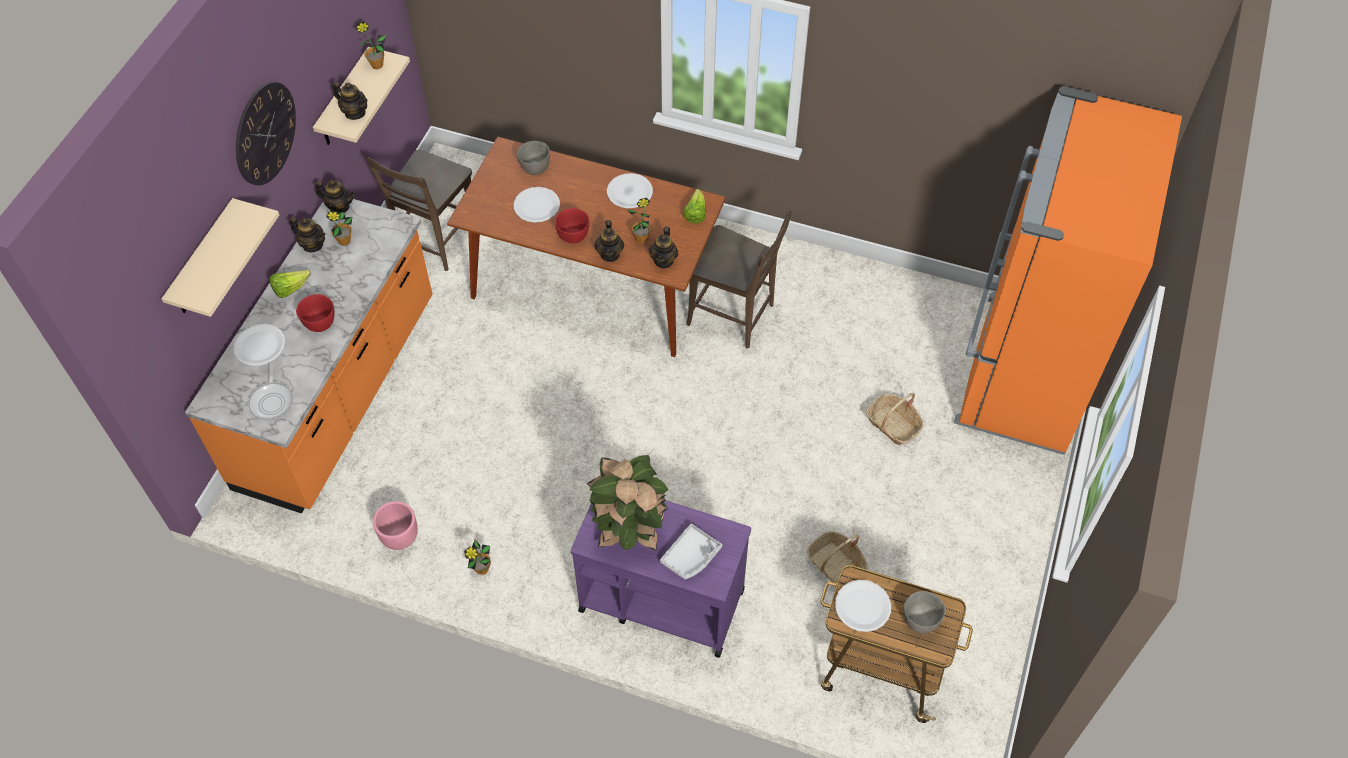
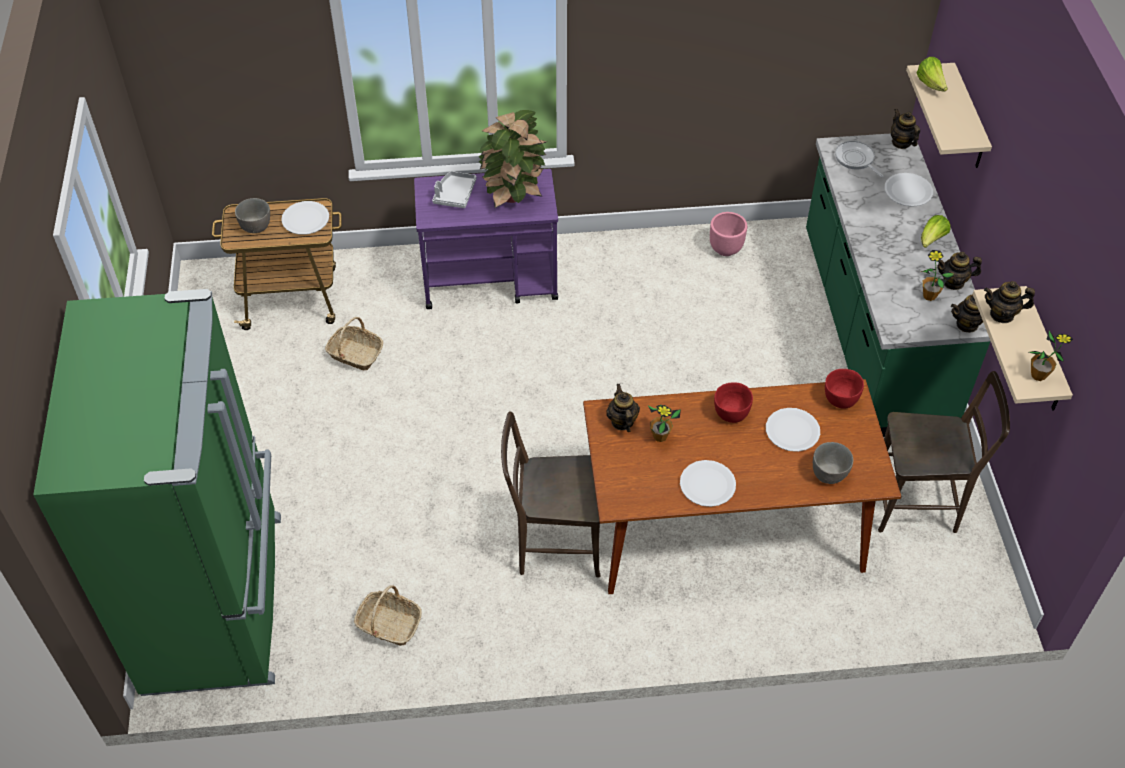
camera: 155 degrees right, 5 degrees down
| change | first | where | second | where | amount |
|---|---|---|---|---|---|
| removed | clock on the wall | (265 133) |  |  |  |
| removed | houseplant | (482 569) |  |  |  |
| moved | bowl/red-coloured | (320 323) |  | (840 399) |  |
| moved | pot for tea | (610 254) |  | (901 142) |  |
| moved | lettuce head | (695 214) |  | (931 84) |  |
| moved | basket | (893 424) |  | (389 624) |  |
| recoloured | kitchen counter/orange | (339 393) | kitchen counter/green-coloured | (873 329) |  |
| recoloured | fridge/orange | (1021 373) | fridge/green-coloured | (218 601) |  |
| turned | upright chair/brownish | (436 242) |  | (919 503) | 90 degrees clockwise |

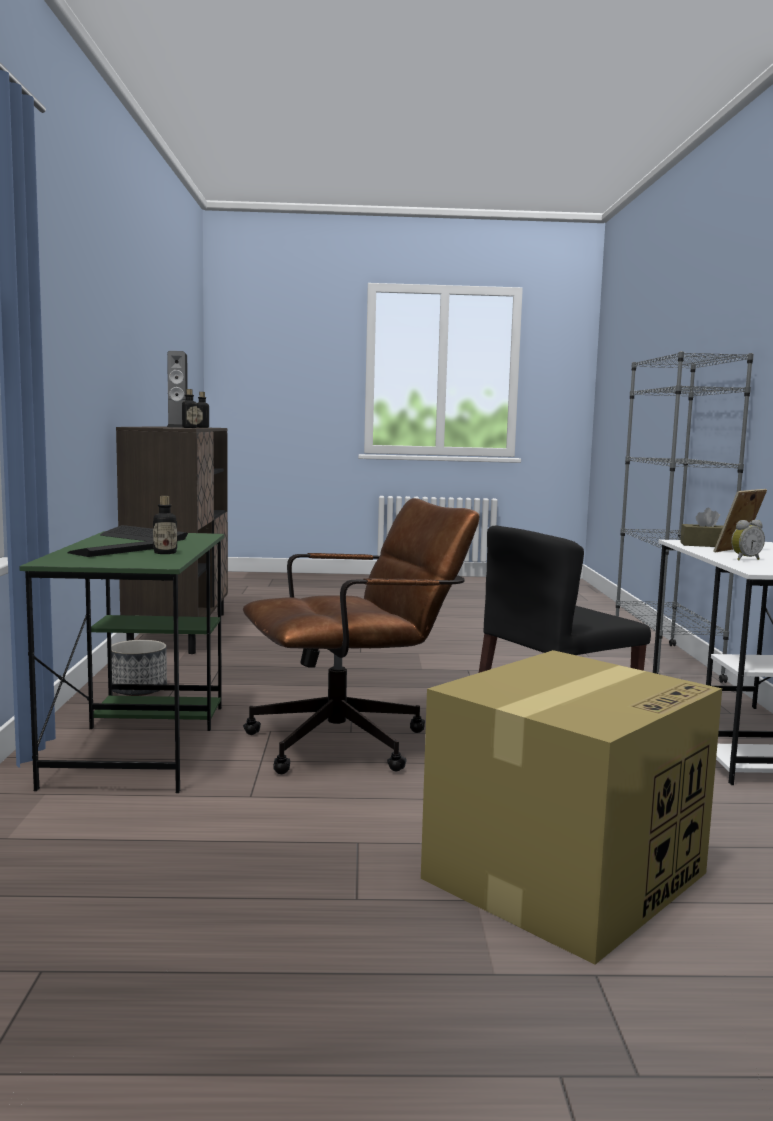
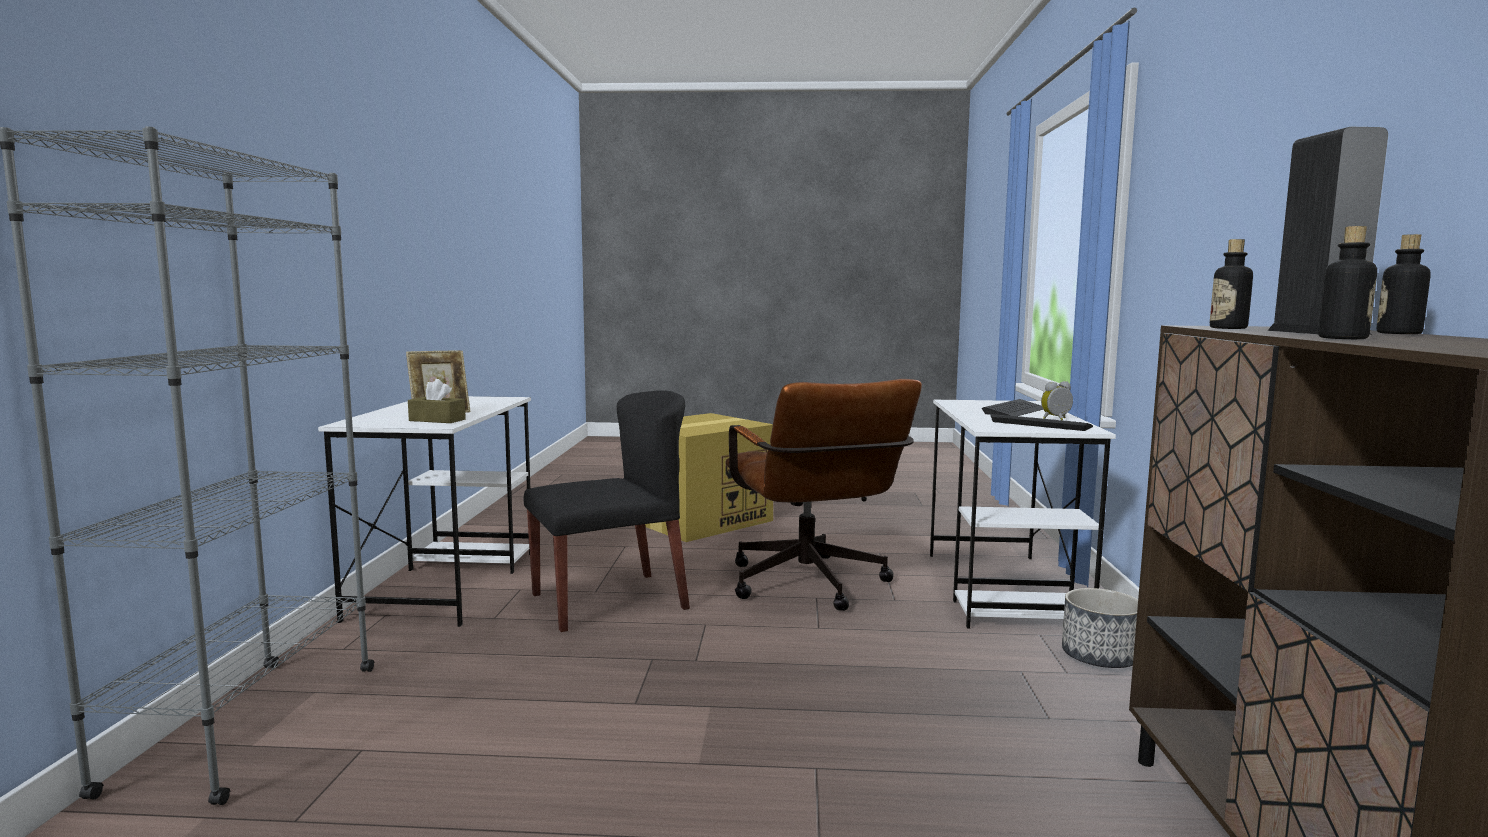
camera: 175 degrees left, 0 degrees up
| change | first | where | second | where | amount |
|---|---|---|---|---|---|
| moved | beverage bottle | (165 553) |  | (1399 333) |  |
| moved | alarm clock | (744 559) |  | (1057 419) |  |
| recoloured | desk table/green-coloured | (140 743) | desk table/white | (1003 589) |  |
| turned | desk chair/brownish | (354 742) |  | (812 588) | 90 degrees counterclockwise |

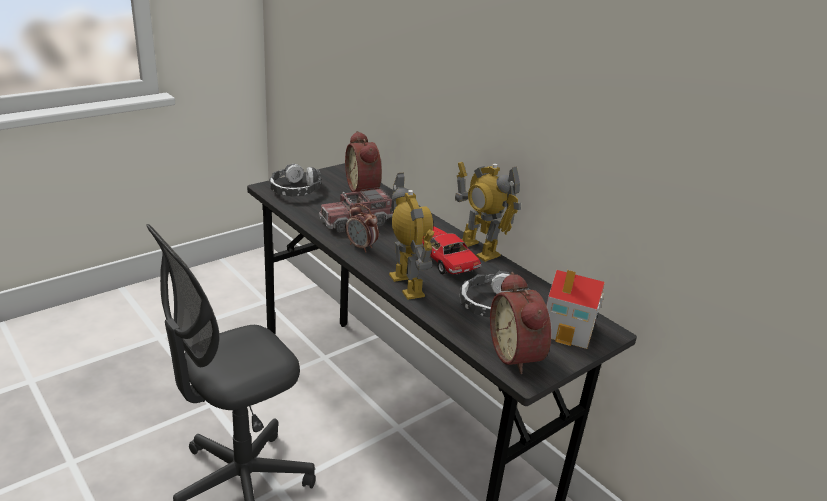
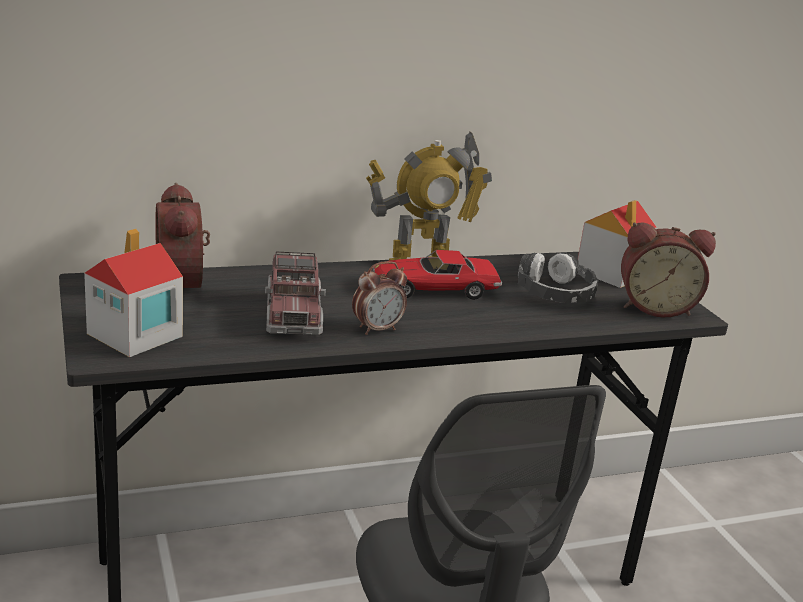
camera: 70 degrees left, 5 degrees down
| change | first | where | second | where | amount |
|---|---|---|---|---|---|
| removed | toy robot | (407 285) |  |  |  |
| replaced | headset | (295 189) | miniature house | (134 335) |  |
| turned | alarm clock | (365 189) |  | (184 284) | 75 degrees clockwise |

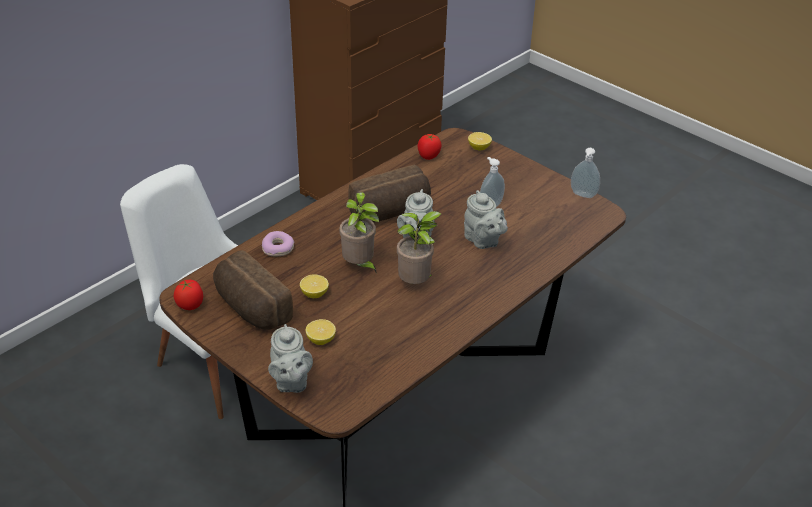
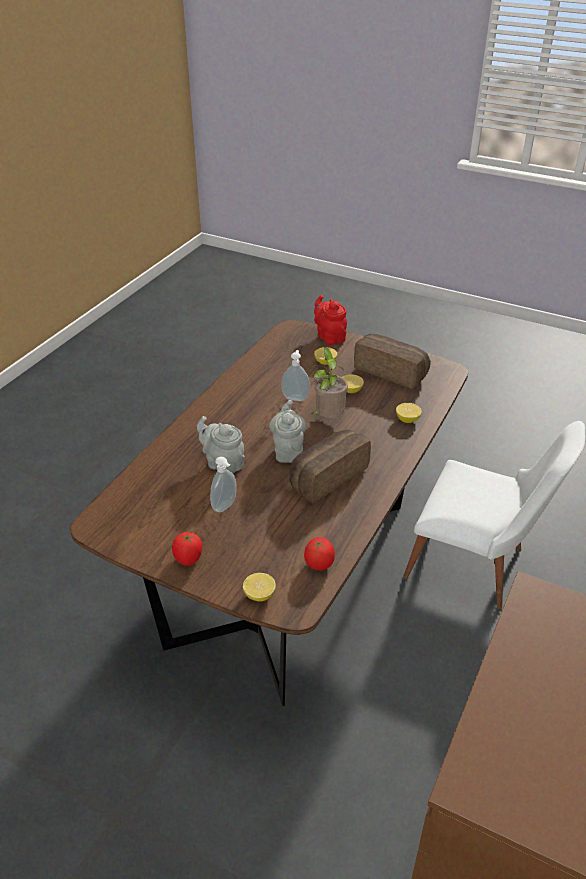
camera: 165 degrees right, 0 degrees up
| change | first | where | second | where | amount |
|---|---|---|---|---|---|
| removed | houseplant | (416 284) |  |  |  |
| moved | fresh tomato | (190 305) |  | (188 559) |  |
| moved | soap bottle | (582 195) |  | (295 397) |  |
| replaced | ring doughnut | (278 248) | whole lemon | (407 419) |  |
| recoloured | pot for tea/greyish | (290 382) | pot for tea/red-coloured | (329 337) |  |

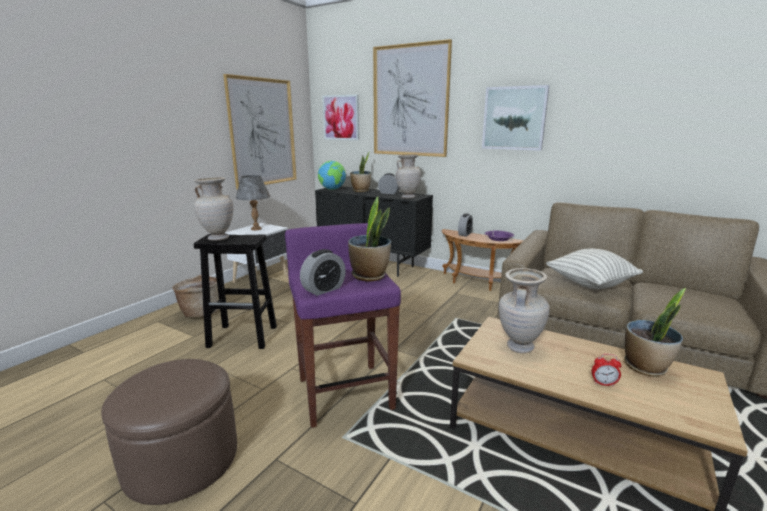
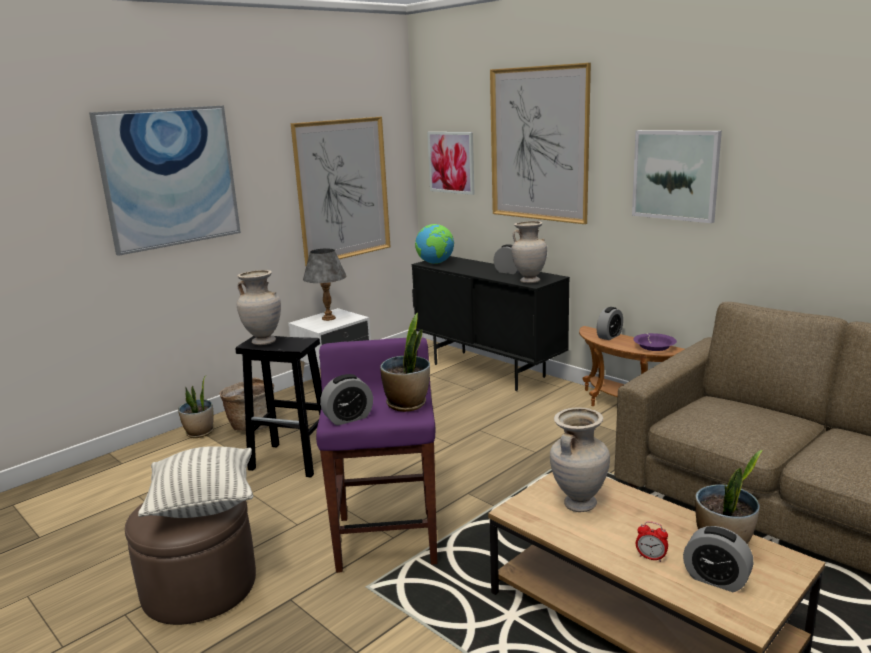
camera: 15 degrees right, 0 degrees up
| change | first | where | second | where | amount |
|---|---|---|---|---|---|
| added |  |  | picture | (170 177) |  |
| added |  |  | alarm clock | (715 579) |  |
| moved | houseplant | (361 191) |  | (200 433) |  |
| moved | throw pillow | (590 284) |  | (204 505) |  |

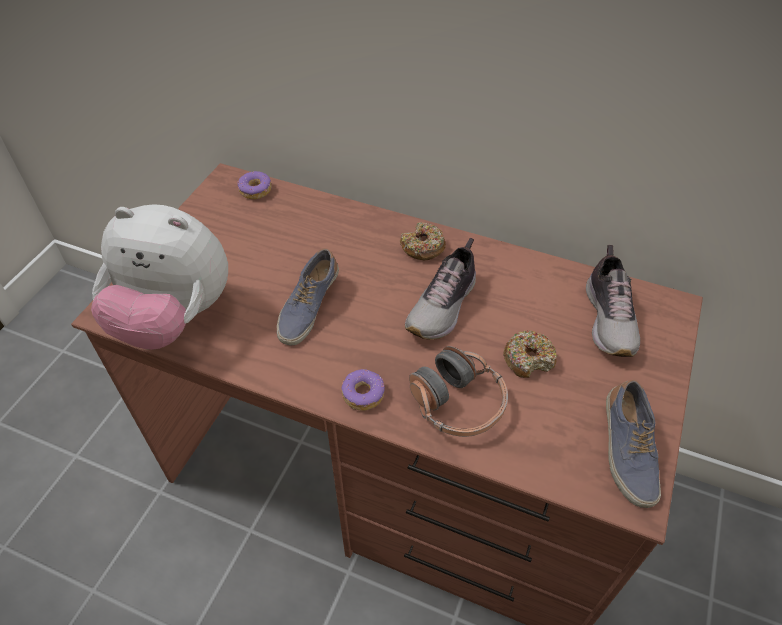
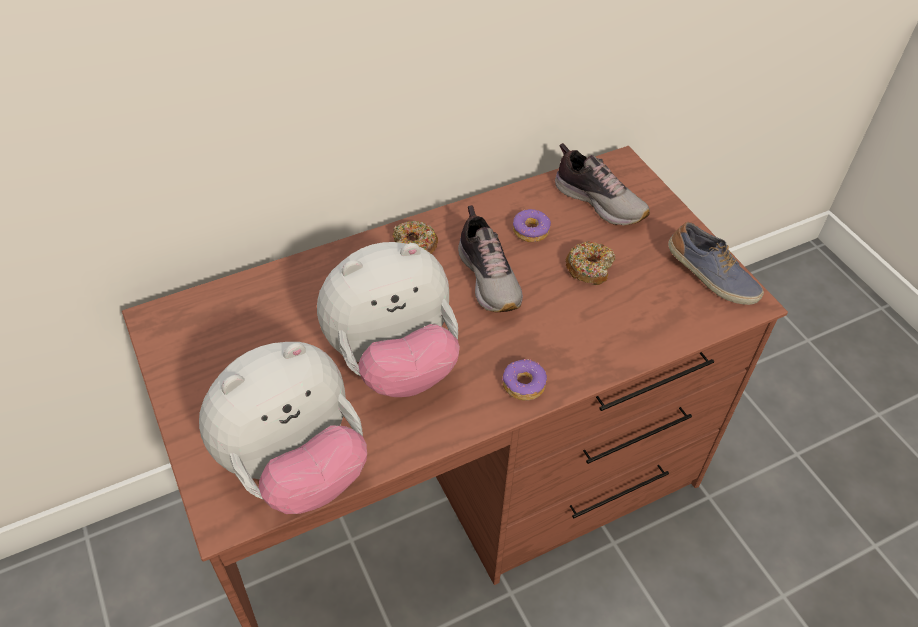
camera: 50 degrees left, 0 degrees up
| change | first | where | second | where | amount |
|---|---|---|---|---|---|
| removed | headset | (457 403) |  |  |  |
| moved | ring doughnut | (255 190) |  | (531 231) |  |
| replaced | item of footwear | (308 307) | cuddly toy | (394 361) |  |

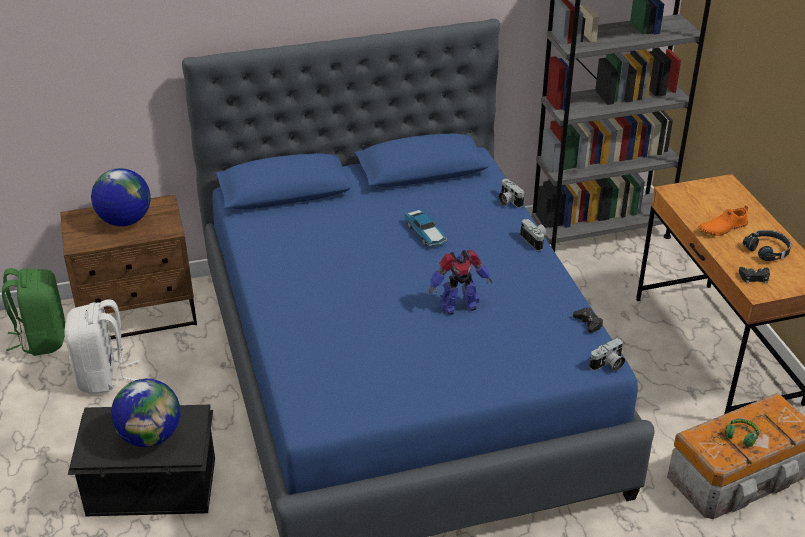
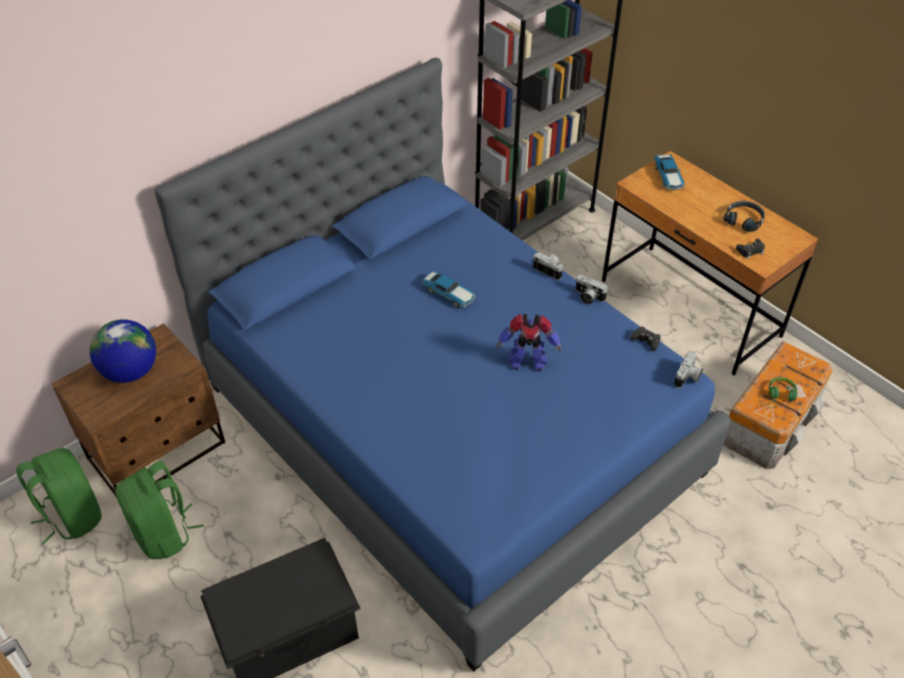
camera: 25 degrees left, 10 degrees up
| change | first | where | second | where | amount |
|---|---|---|---|---|---|
| removed | globe | (150 436) |  |  |  |
| removed | item of footwear/orange | (722 228) |  |  |  |
| added |  |  | model car | (668 177) |  |
| moved | still camera | (508 201) |  | (588 297) |  |
| recoloured | backpack/white | (103 376) | backpack/green-coloured | (164 533) |  |
| turned | toy robot | (458 305) |  | (526 362) | 45 degrees clockwise |

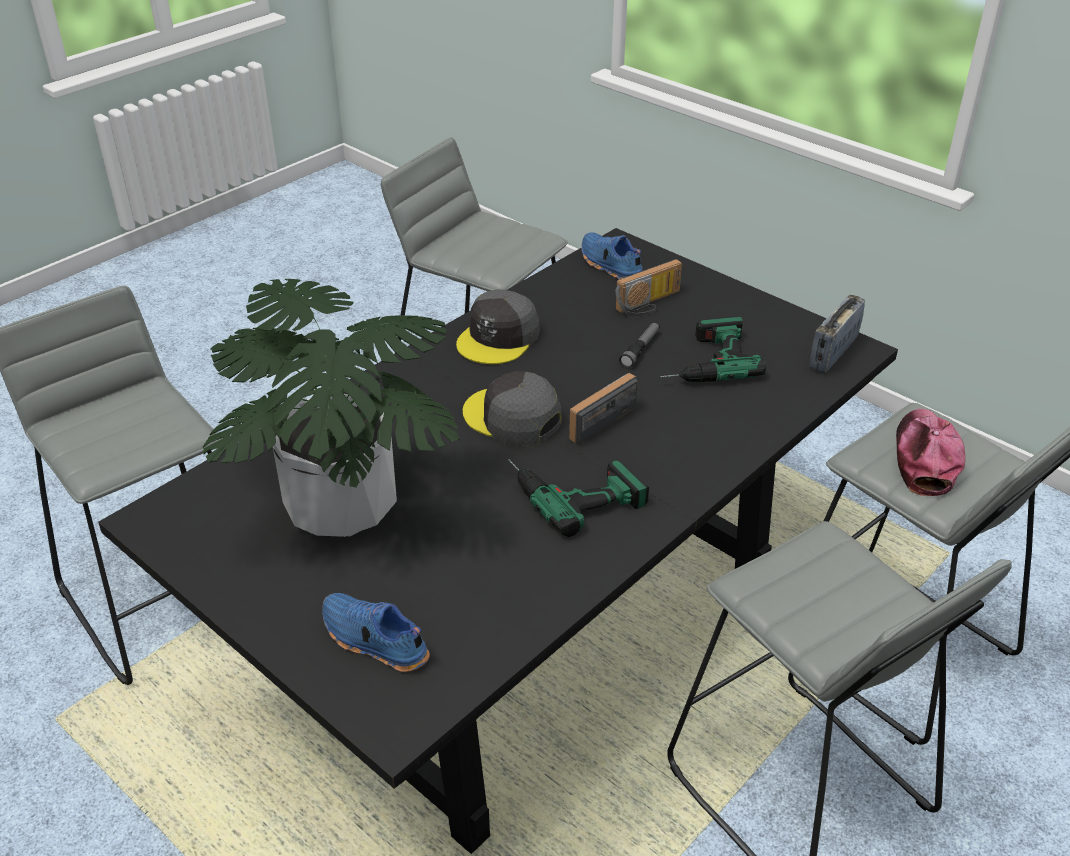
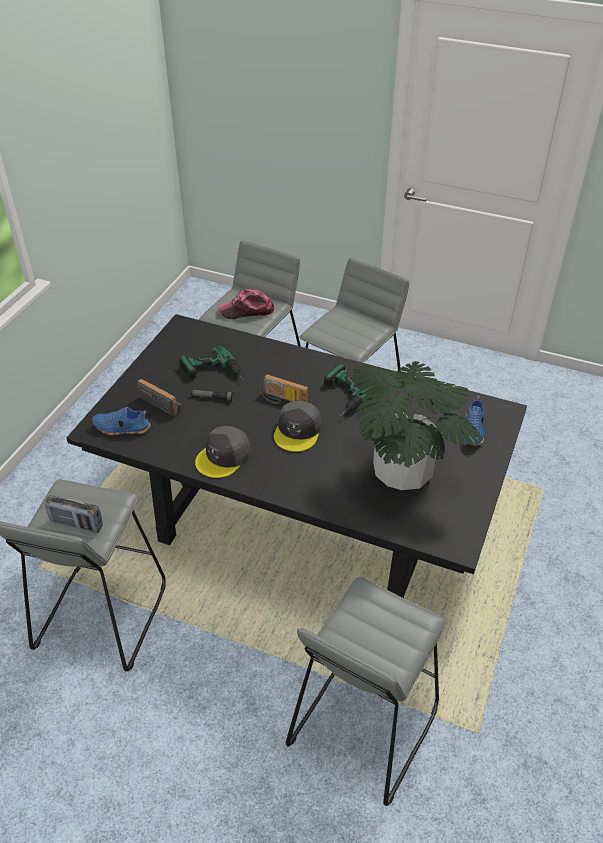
camera: 110 degrees left, 5 degrees up
| change | first | where | second | where | amount |
|---|---|---|---|---|---|
| moved | radio | (833 353) |  | (77 524) |  |
| turned | baseball cap/greyish | (499 338) |  | (224 457) | 120 degrees clockwise |
| turned | item of footwear/bluish | (610 266) |  | (122 428) | 60 degrees clockwise |

